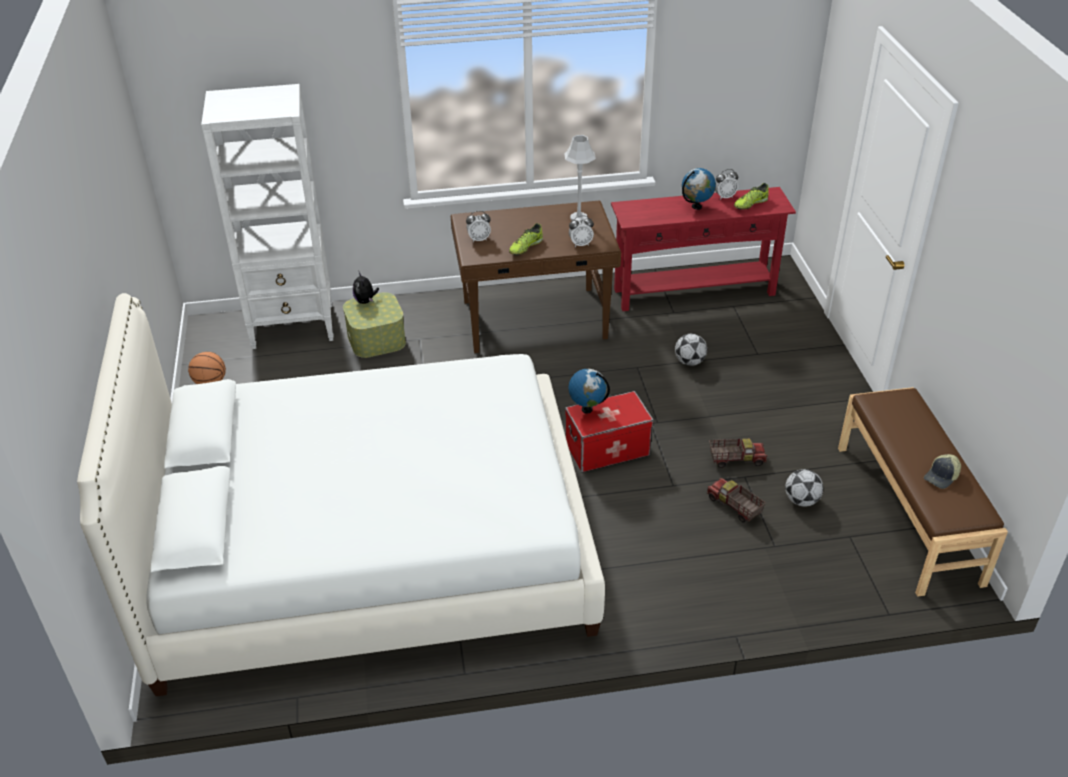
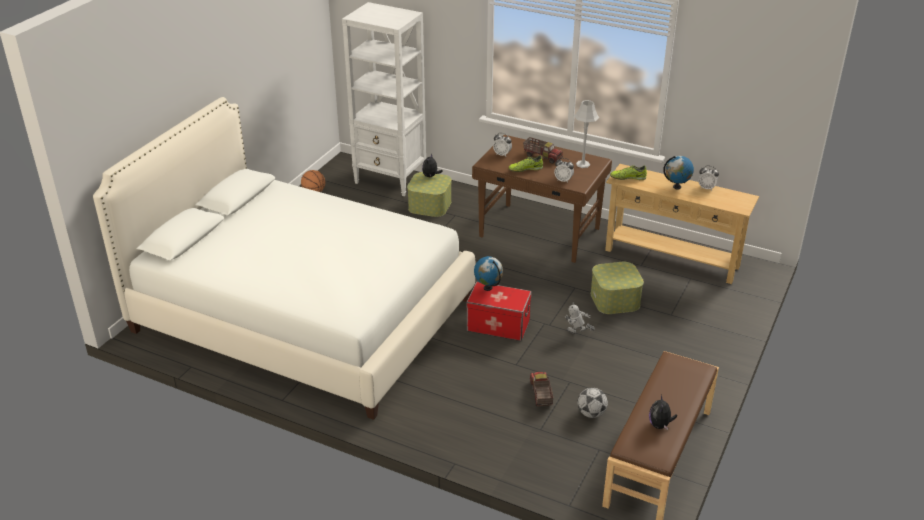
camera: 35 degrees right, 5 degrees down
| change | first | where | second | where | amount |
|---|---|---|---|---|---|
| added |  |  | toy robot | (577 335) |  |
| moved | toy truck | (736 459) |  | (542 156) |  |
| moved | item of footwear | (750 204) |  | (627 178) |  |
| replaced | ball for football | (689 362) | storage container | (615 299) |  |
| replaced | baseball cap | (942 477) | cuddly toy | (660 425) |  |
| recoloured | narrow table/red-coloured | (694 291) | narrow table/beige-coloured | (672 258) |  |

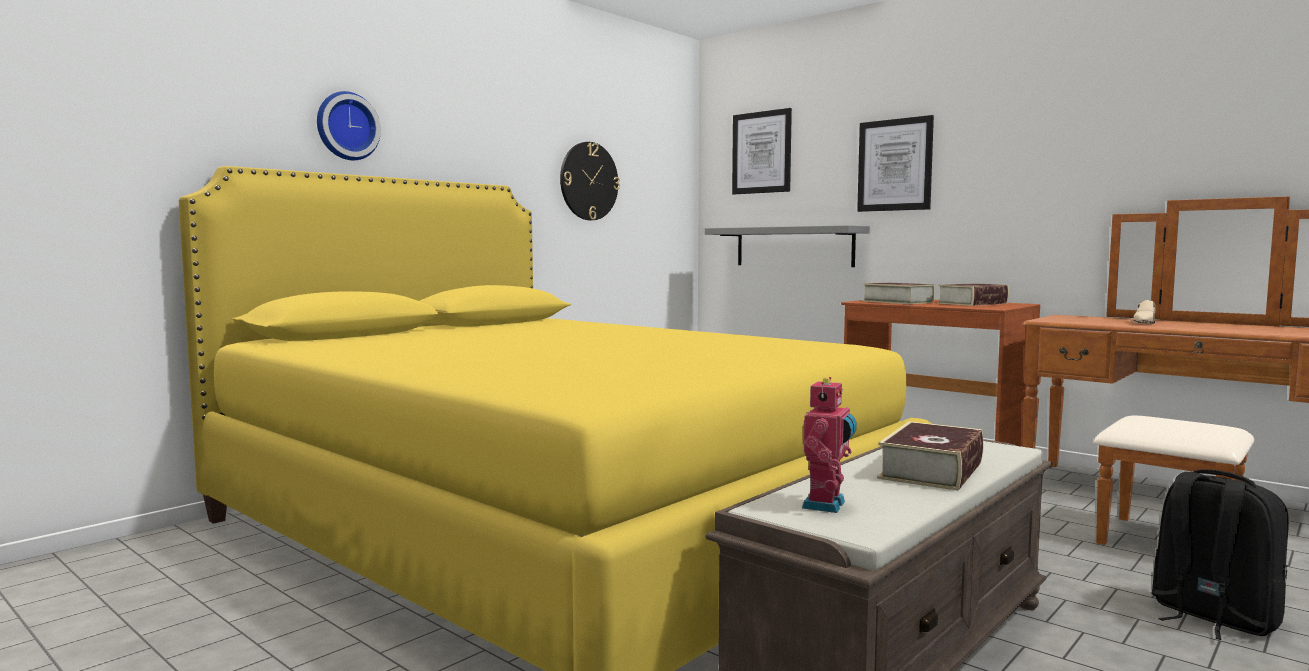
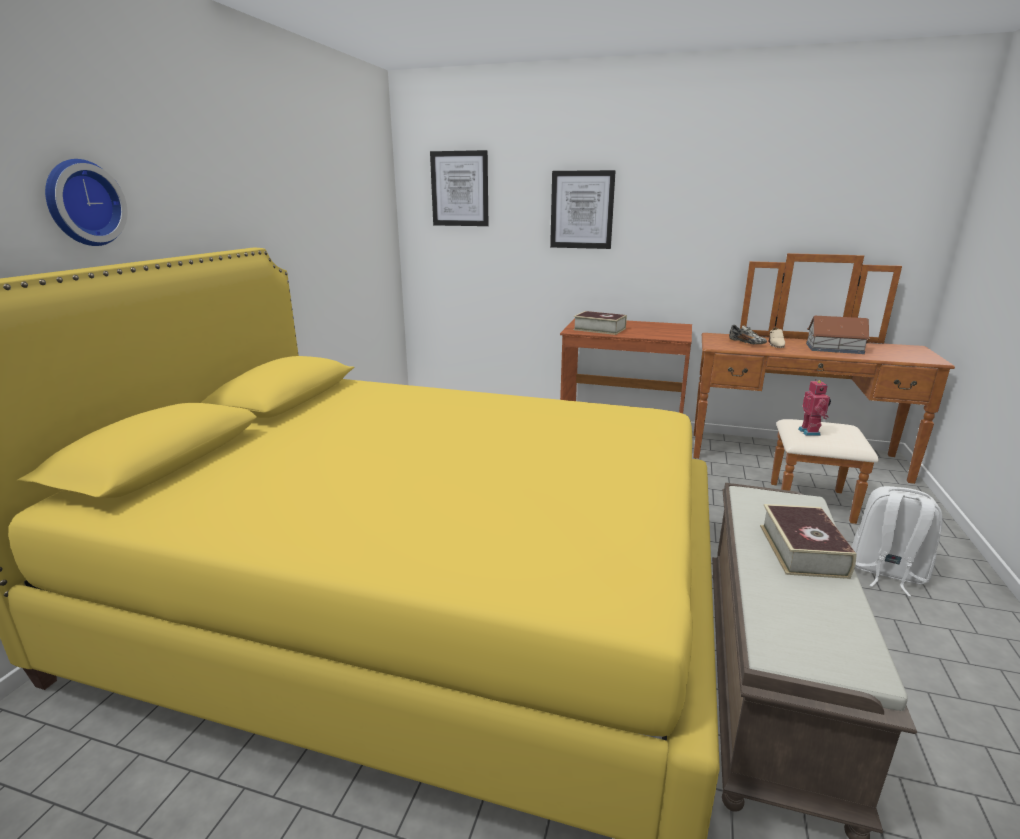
camera: 25 degrees left, 15 degrees up
| change | first | where | second | where | amount |
|---|---|---|---|---|---|
| removed | clock on the wall | (588 181) |  |  |  |
| removed | bracket shelf/greyish | (794 246) |  |  |  |
| removed | book | (972 303) |  |  |  |
| added |  |  | item of footwear | (747 343) |  |
| added |  |  | miniature house | (835 348) |  |
| moved | toy robot | (827 505) |  | (810 432) |  |
| recoloured | backpack/black | (1212 617) | backpack/white | (886 572) |  |

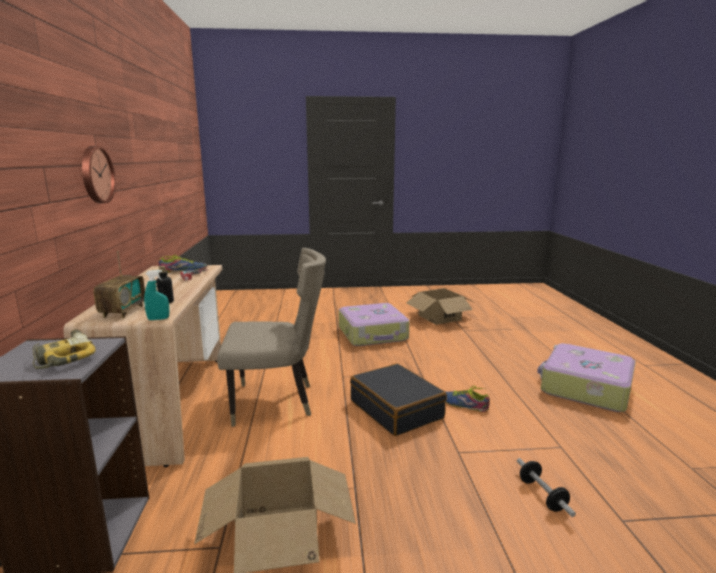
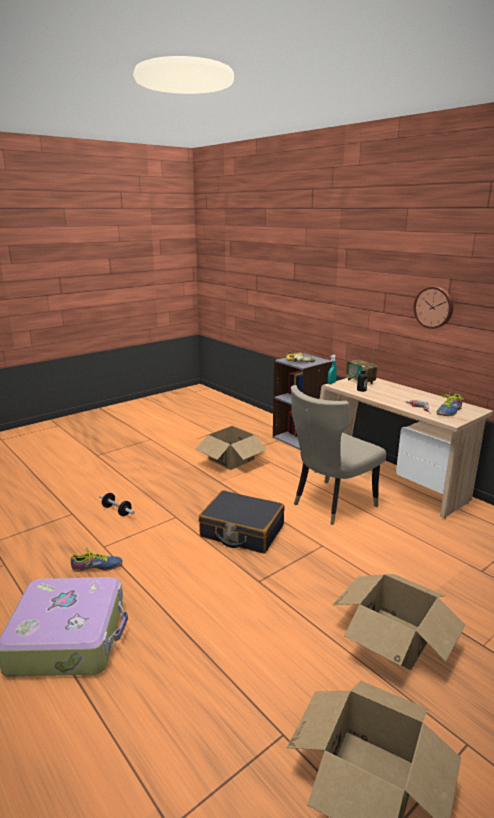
camera: 145 degrees right, 5 degrees up
| change | first | where | second | where | amount |
|---|---|---|---|---|---|
| moved | item of footwear | (464 405) |  | (97 566) |  |
| replaced | travel case | (373 334) | carton | (394 638) |  |

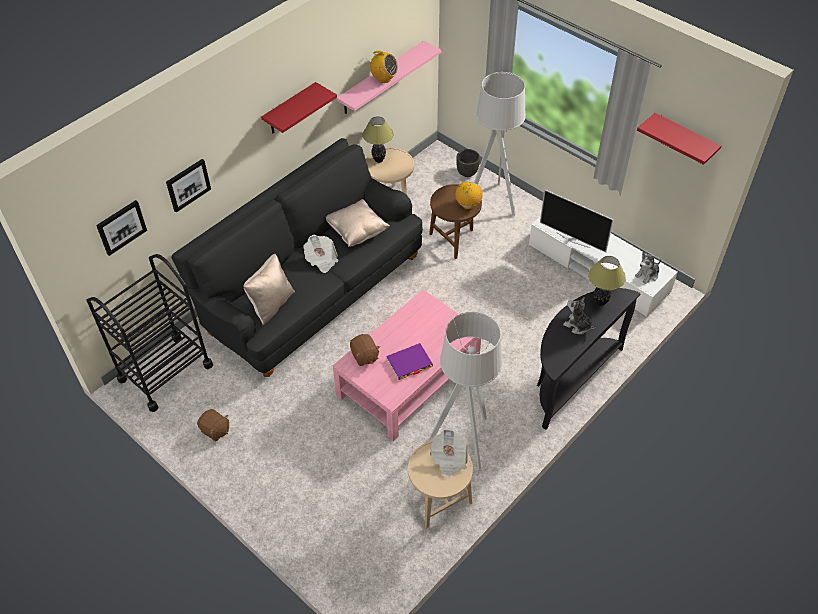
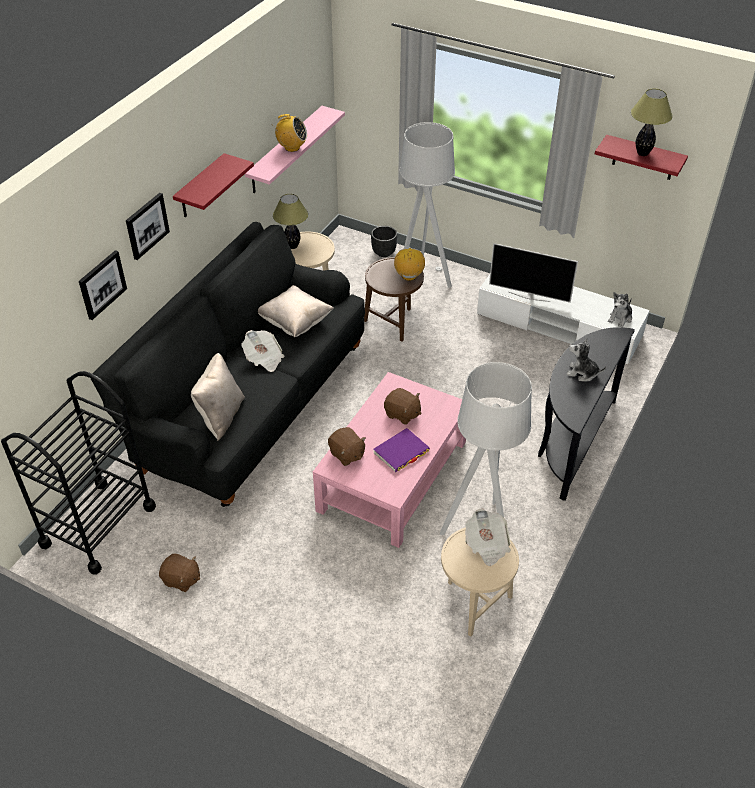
camera: 15 degrees left, 5 degrees down
| change | first | where | second | where | amount |
|---|---|---|---|---|---|
| added |  |  | cuddly toy/brownish | (402 414) |  |
| moved | picture | (121 227) |  | (146 225) |  |
| moved | lamp for a table | (600 302) |  | (642 153) |  |

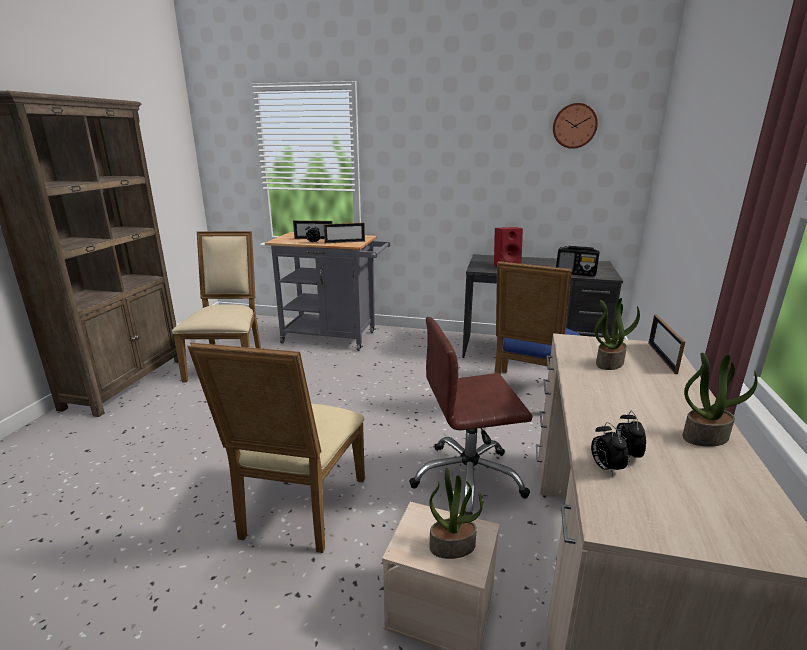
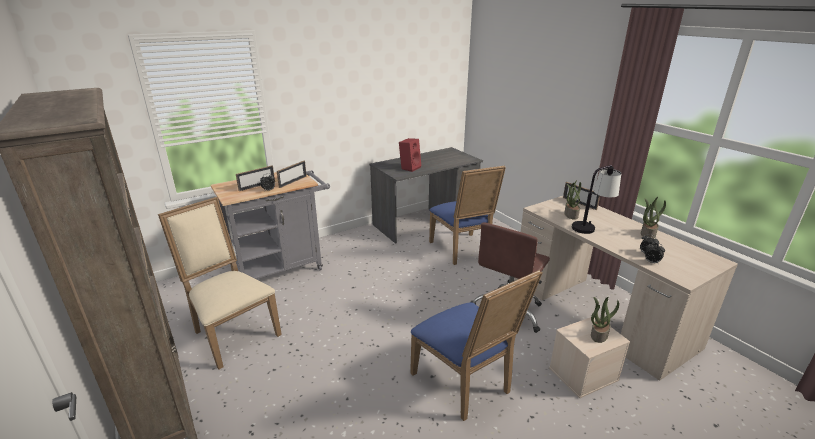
camera: 45 degrees left, 5 degrees up
| change | first | where | second | where | amount |
|---|---|---|---|---|---|
| removed | clock on the wall | (574 126) |  |  |  |
| removed | radio | (576 273) |  |  |  |
| added |  |  | lamp for a table | (590 226) |  |
| recoloured | upright chair/beige-coloured | (298 511) | upright chair/bluish | (465 384) |  |

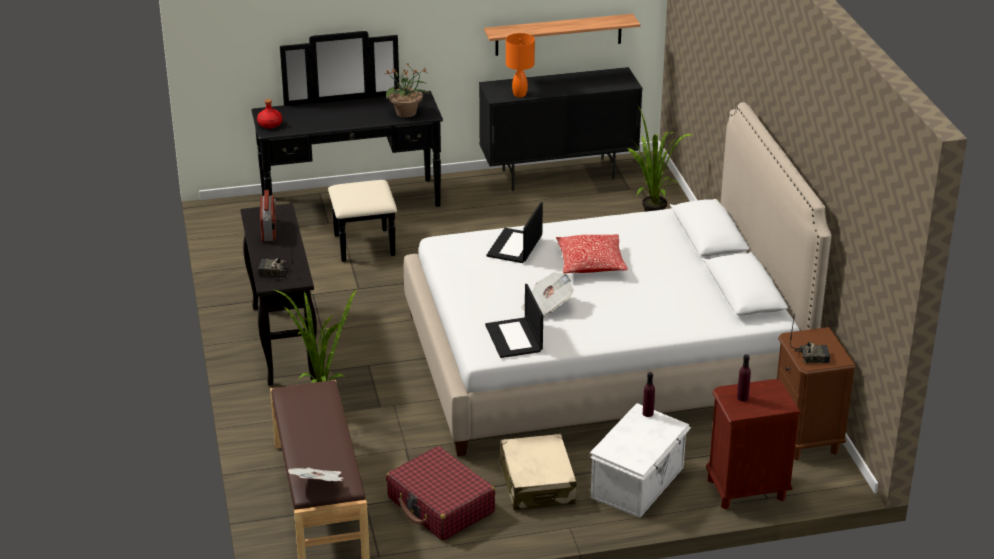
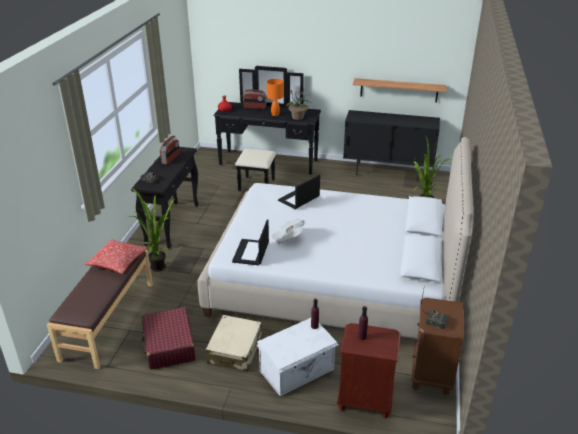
camera: 25 degrees right, 0 degrees up
| change | first | where | second | where | amount |
|---|---|---|---|---|---|
| removed | daily paper | (319 486) |  |  |  |
| added |  |  | radio | (254 107) |  |
| moved | lamp for a table/orange | (519 94) |  | (275 114) |  |
| moved | throw pillow | (591 263) |  | (117 262) |  |

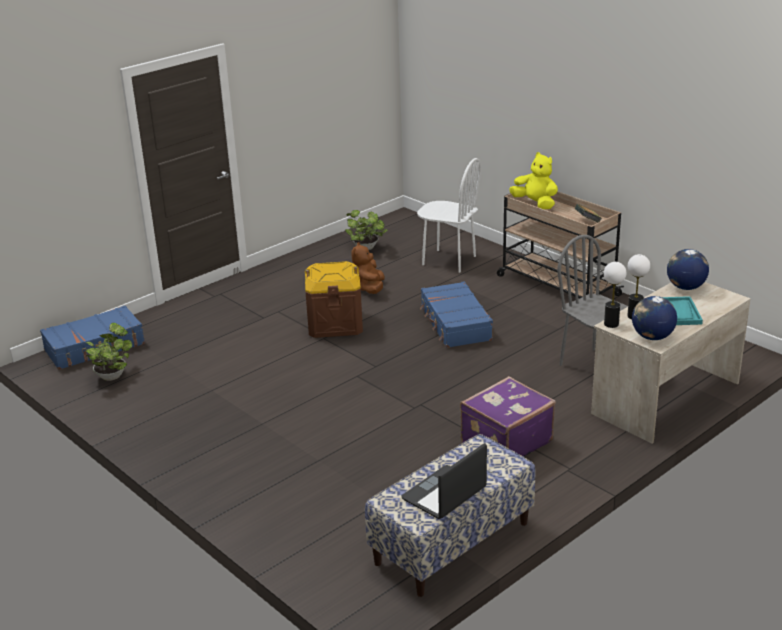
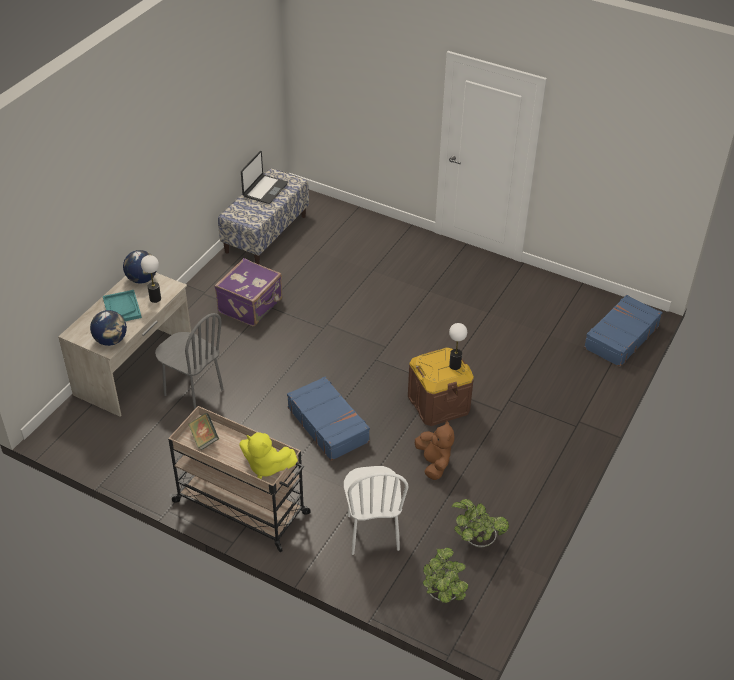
camera: 160 degrees right, 15 degrees up
| change | first | where | second | where | amount |
|---|---|---|---|---|---|
| moved | houseplant | (112 375) |  | (443 596) |  |
| moved | lamp for a table | (611 324) |  | (454 366) |  |
| turned | upright chair/white | (449 260) |  | (372 532) | 105 degrees counterclockwise |

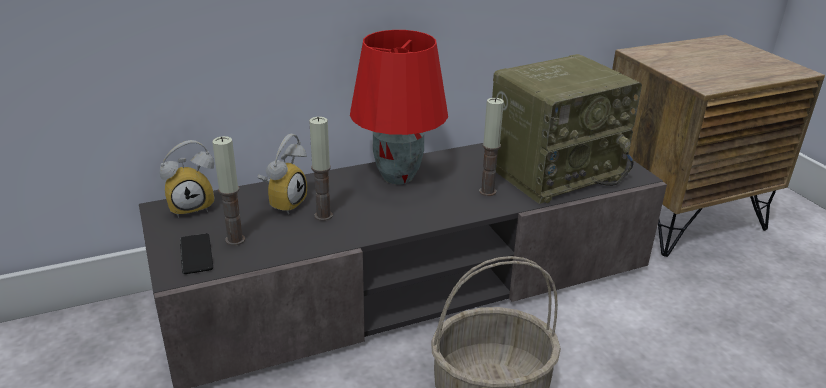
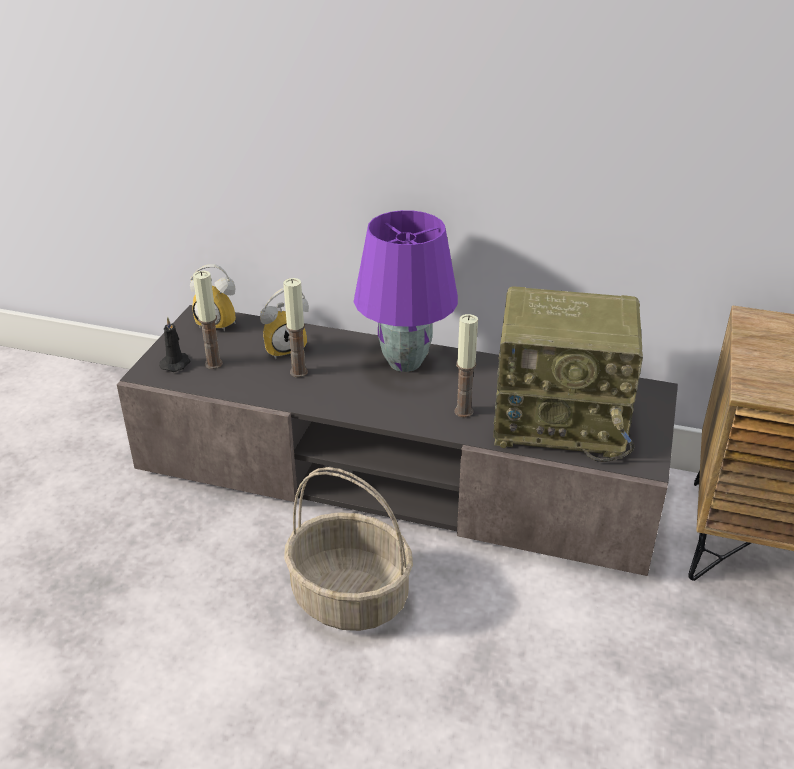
camera: 40 degrees right, 5 degrees up
| change | first | where | second | where | amount |
|---|---|---|---|---|---|
| replaced | telephone | (196 254) | candle/black | (176 363) |  |
| recoloured | lamp for a table/red-coloured | (399 177) | lamp for a table/purplish | (405 363) |  |

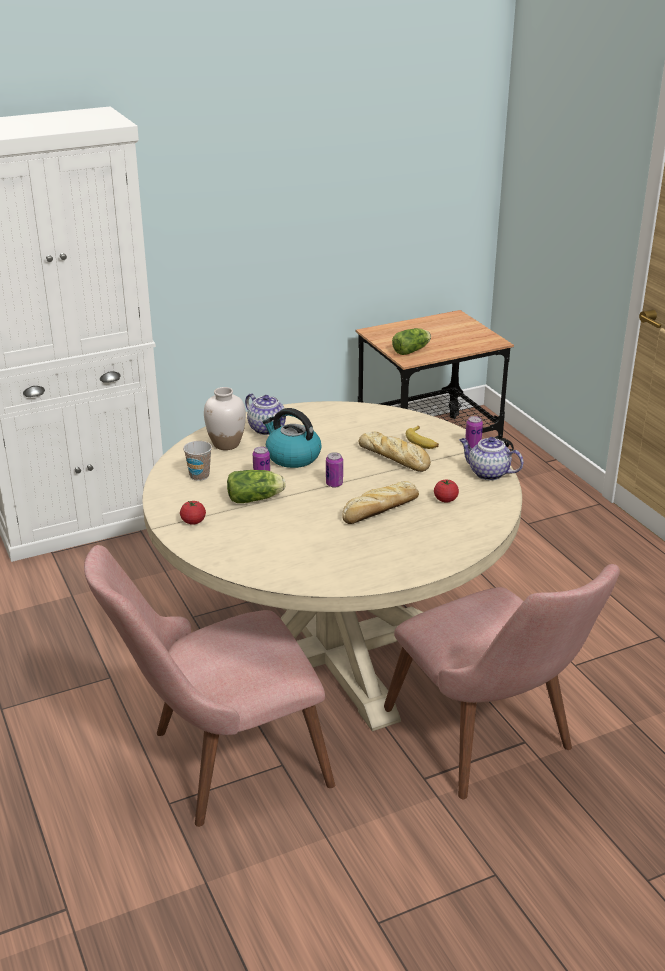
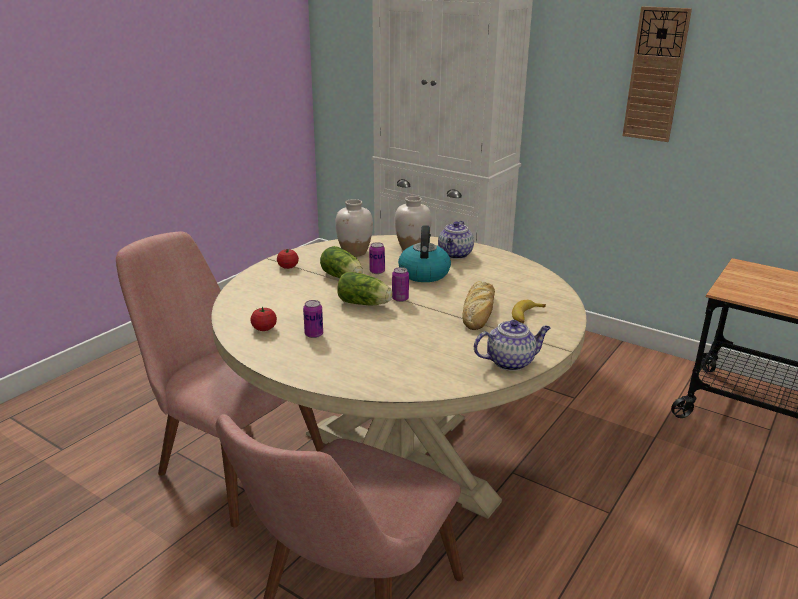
camera: 60 degrees right, 5 degrees down
| change | first | where | second | where | amount |
|---|---|---|---|---|---|
| removed | baked bread | (379 510) |  |  |  |
| added |  |  | clock on the wall | (655 75) |  |
| moved | lettuce head | (412 350) |  | (365 304) |  |
| moved | fresh tomato | (445 499) |  | (264 328) |  |
| moved | sealed can | (472 446) |  | (314 334) |  |
| replaced | small cup | (199 476) | vase/white | (355 252) |  |
| turned | pot for tea | (488 473) |  | (511 362) | 75 degrees clockwise |

